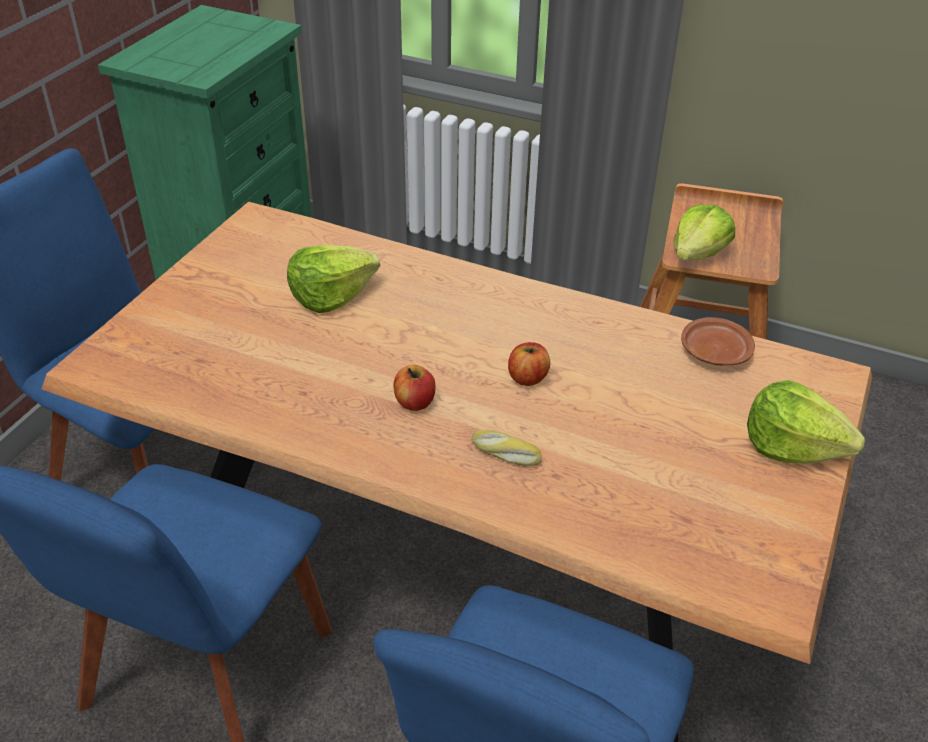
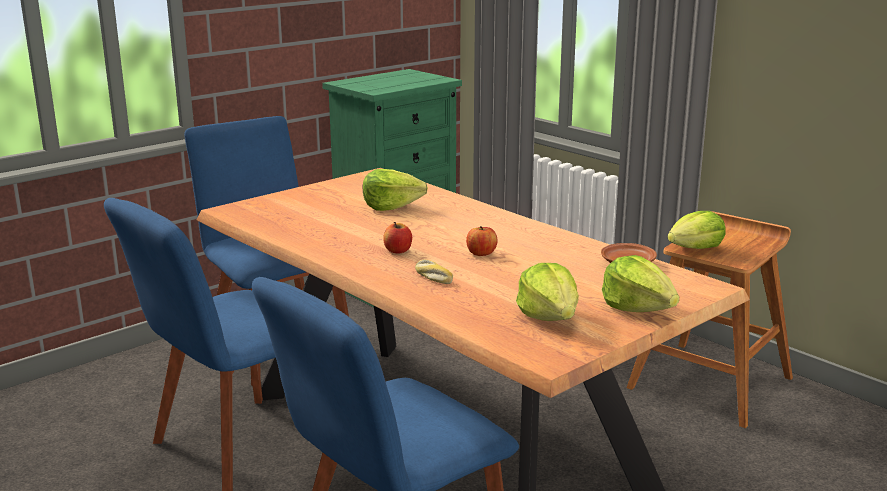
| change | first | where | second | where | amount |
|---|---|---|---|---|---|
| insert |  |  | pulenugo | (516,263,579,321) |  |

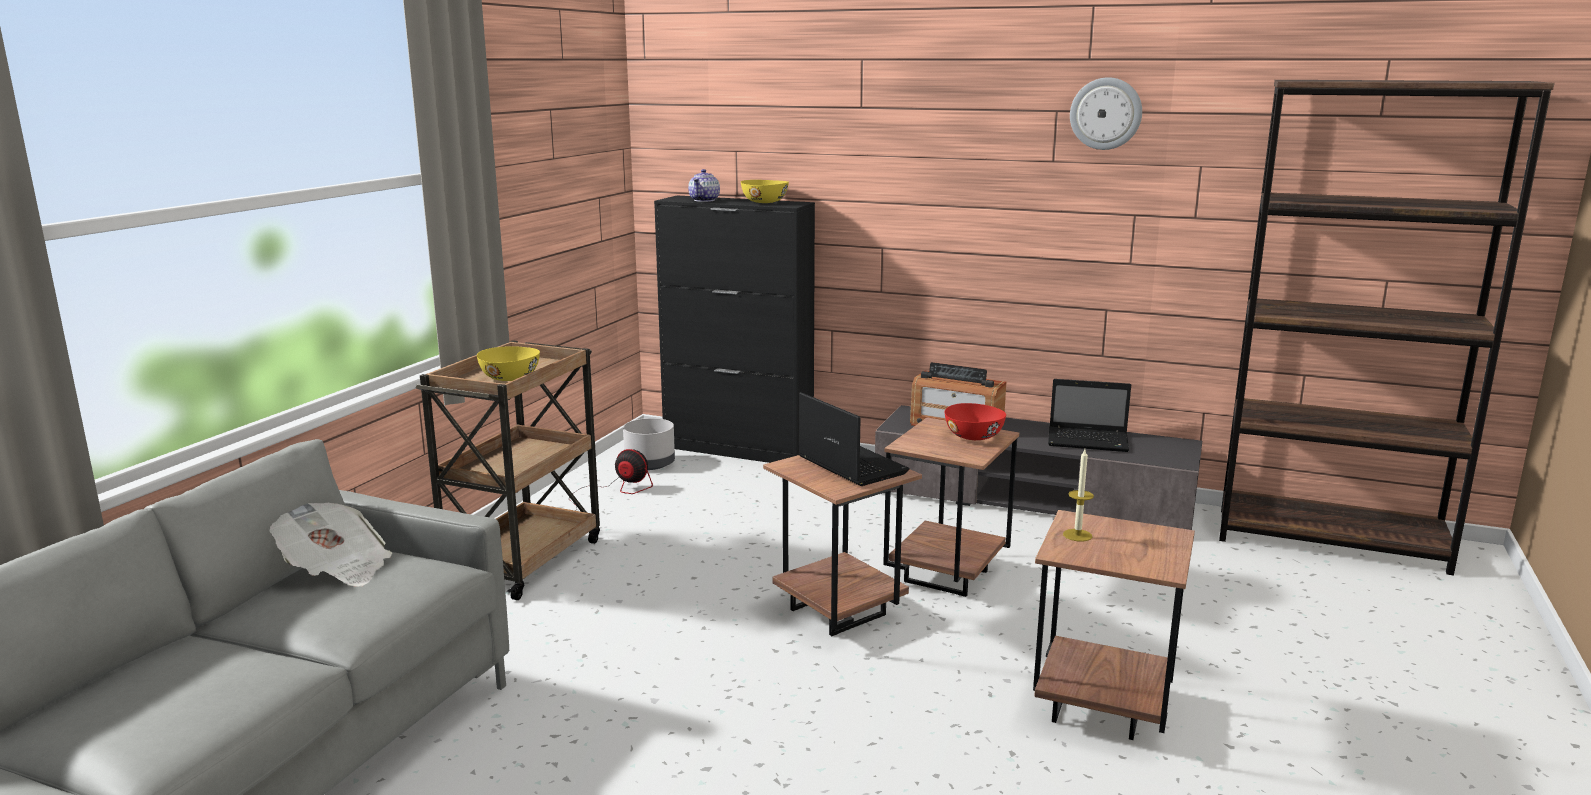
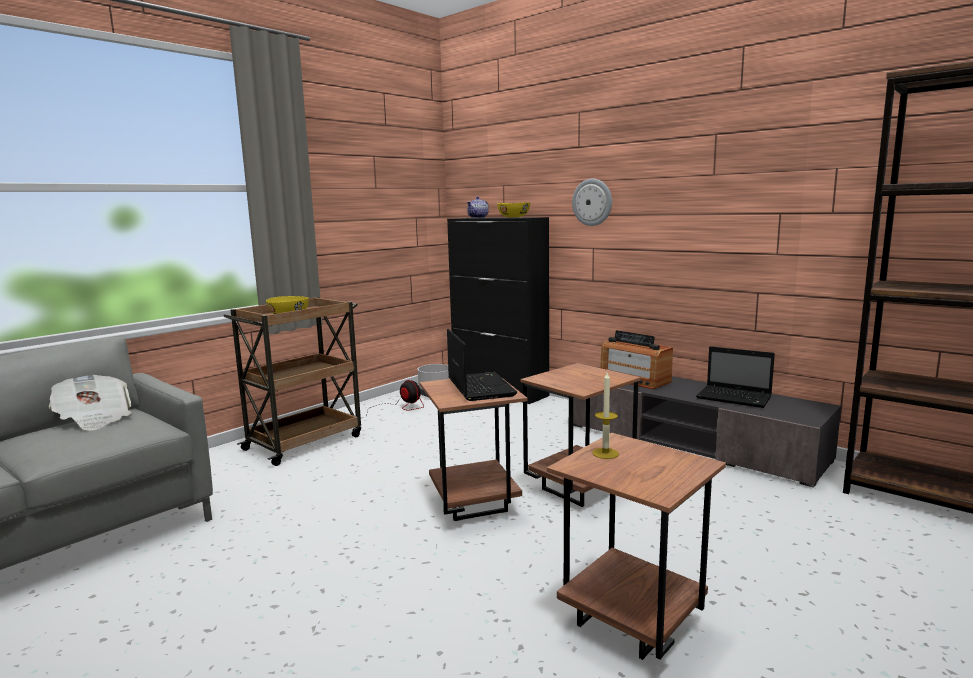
| change | first | where | second | where | amount |
|---|---|---|---|---|---|
| delete | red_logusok | (945,403,1006,440) |  |  |  |
| move | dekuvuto | (1070,77,1142,150) |  | (572,179,612,226) |  |

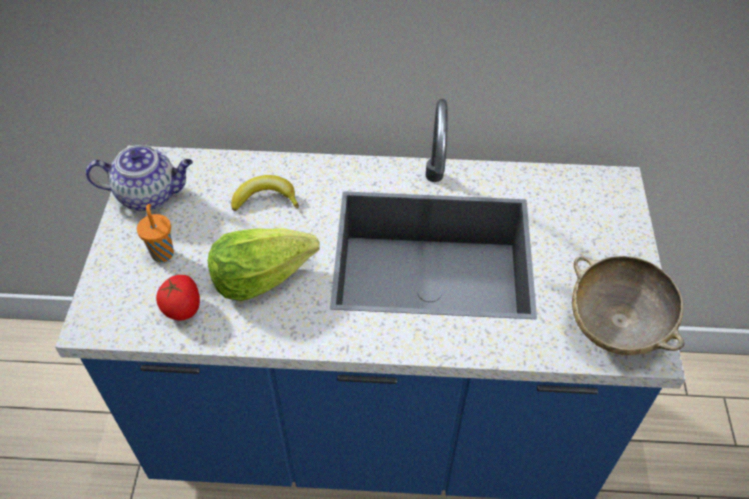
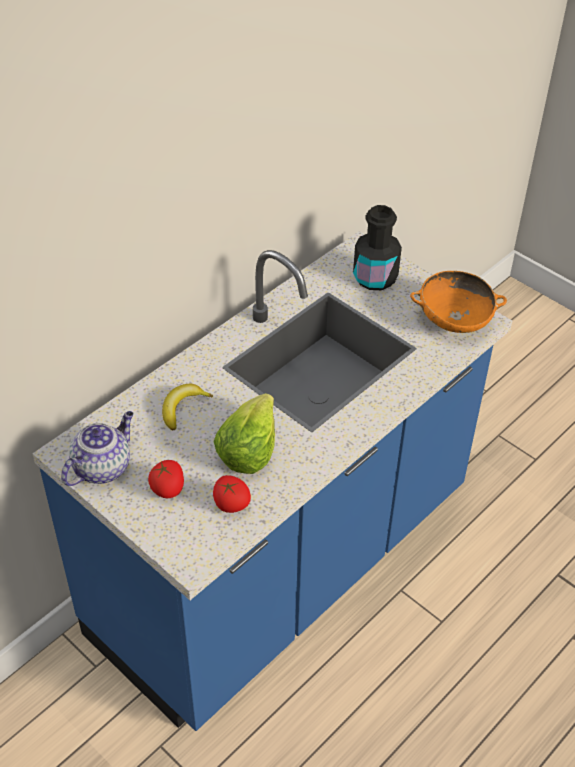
| change | first | where | second | where | amount |
|---|---|---|---|---|---|
| replace | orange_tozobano | (137,204,174,262) | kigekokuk | (148,460,184,498) |  |
| recolor | beige_logusok | (572,256,684,355) | orange_logusok | (410,271,507,333) |  |
| insert |  |  | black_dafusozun | (353,205,402,290) |  |

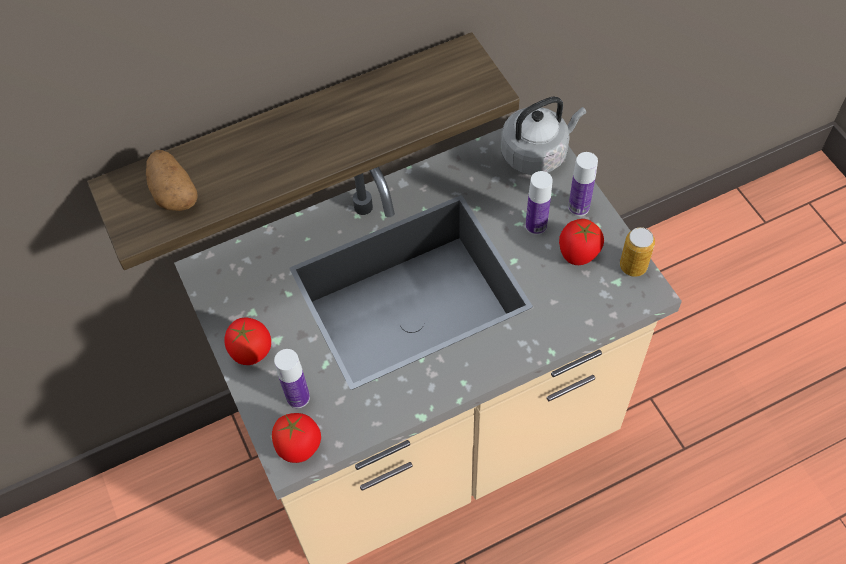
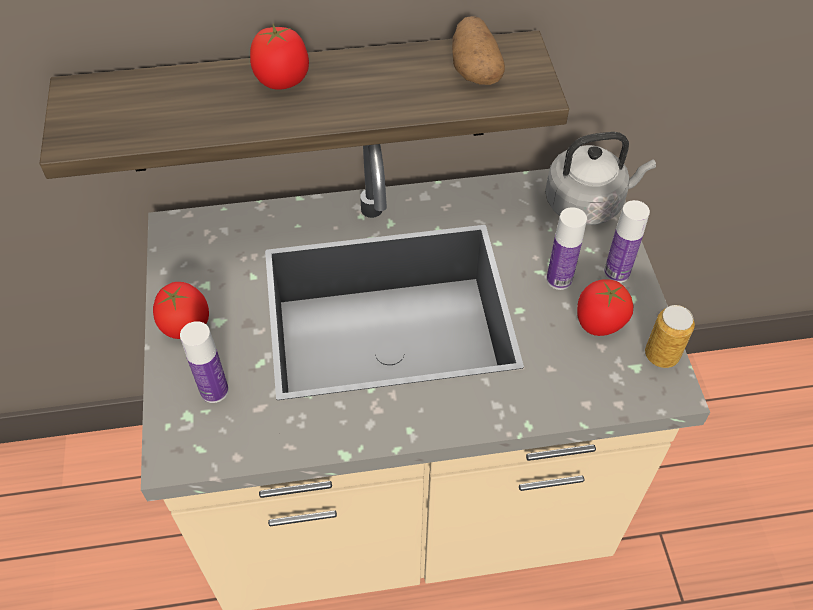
| change | first | where | second | where | amount |
|---|---|---|---|---|---|
| move | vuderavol | (146,150,198,211) |  | (452,16,505,85) |  |
| move | kigekokuk | (272,413,321,463) |  | (250,24,309,90) |  |

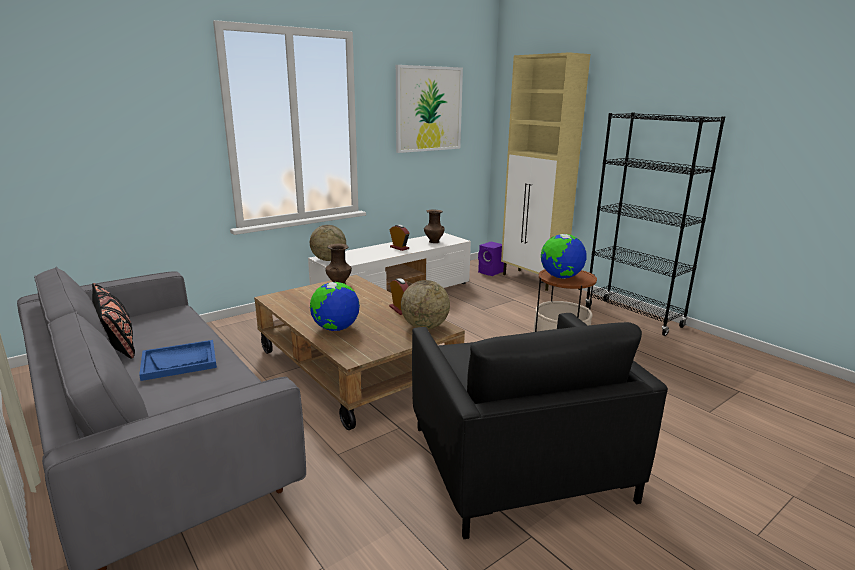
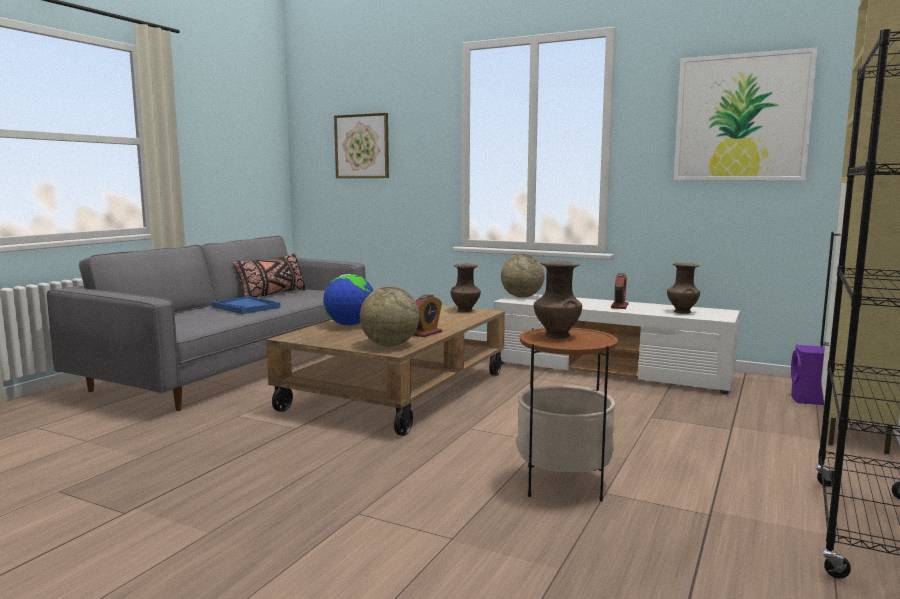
| change | first | where | second | where | amount |
|---|---|---|---|---|---|
| delete | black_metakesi | (412,313,668,539) |  |  |  |
| replace | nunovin | (541,234,587,279) | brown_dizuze | (533,261,582,339) |  |
| insert |  |  | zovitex | (334,113,389,178) |  |

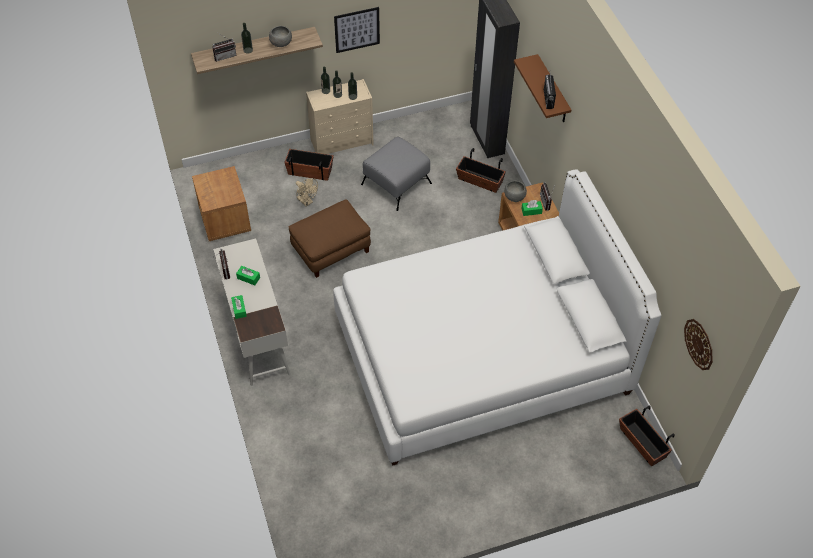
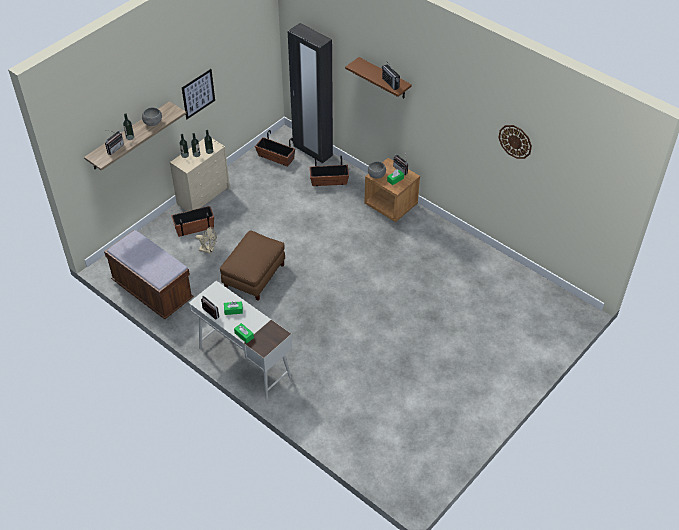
| change | first | where | second | where | amount |
|---|---|---|---|---|---|
| replace | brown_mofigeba | (192,166,251,241) | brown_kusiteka | (104,230,194,319) |  |
| delete | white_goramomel | (333,169,661,466) |  |  |  |
| delete | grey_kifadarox | (361,137,432,211) |  |  |  |
| move | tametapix | (619,405,675,466) |  | (255,130,295,167) |  |
| move | dekuvuto | (684,319,713,370) |  | (499,125,532,159) |  |

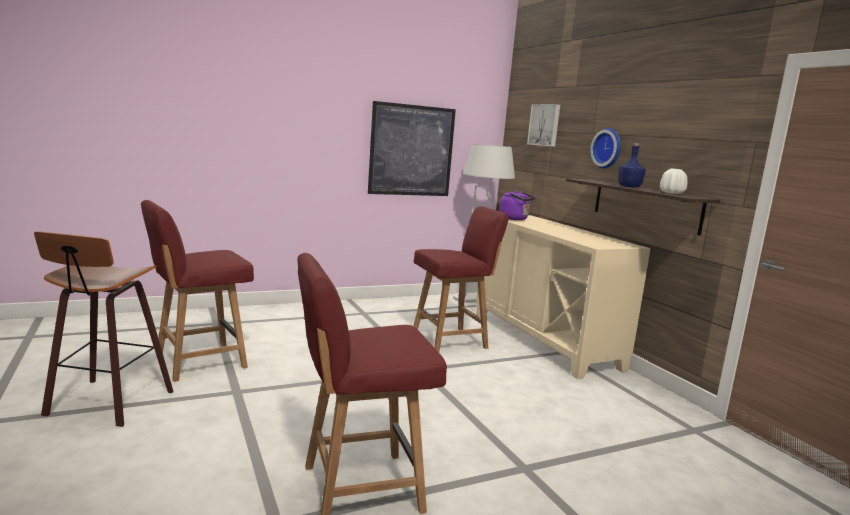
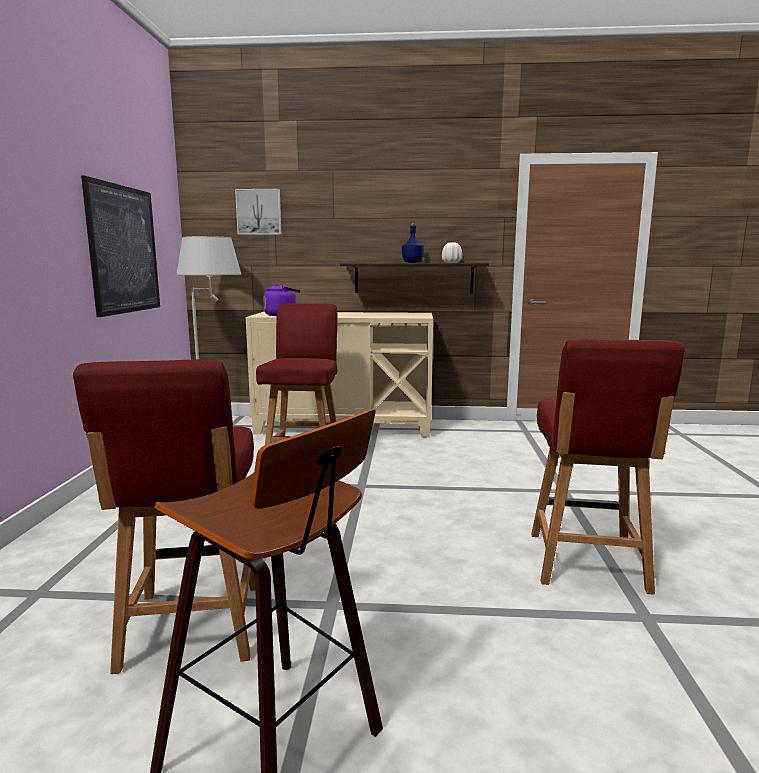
| change | first | where | second | where | amount |
|---|---|---|---|---|---|
| delete | dekuvuto | (590,128,621,168) |  |  |  |

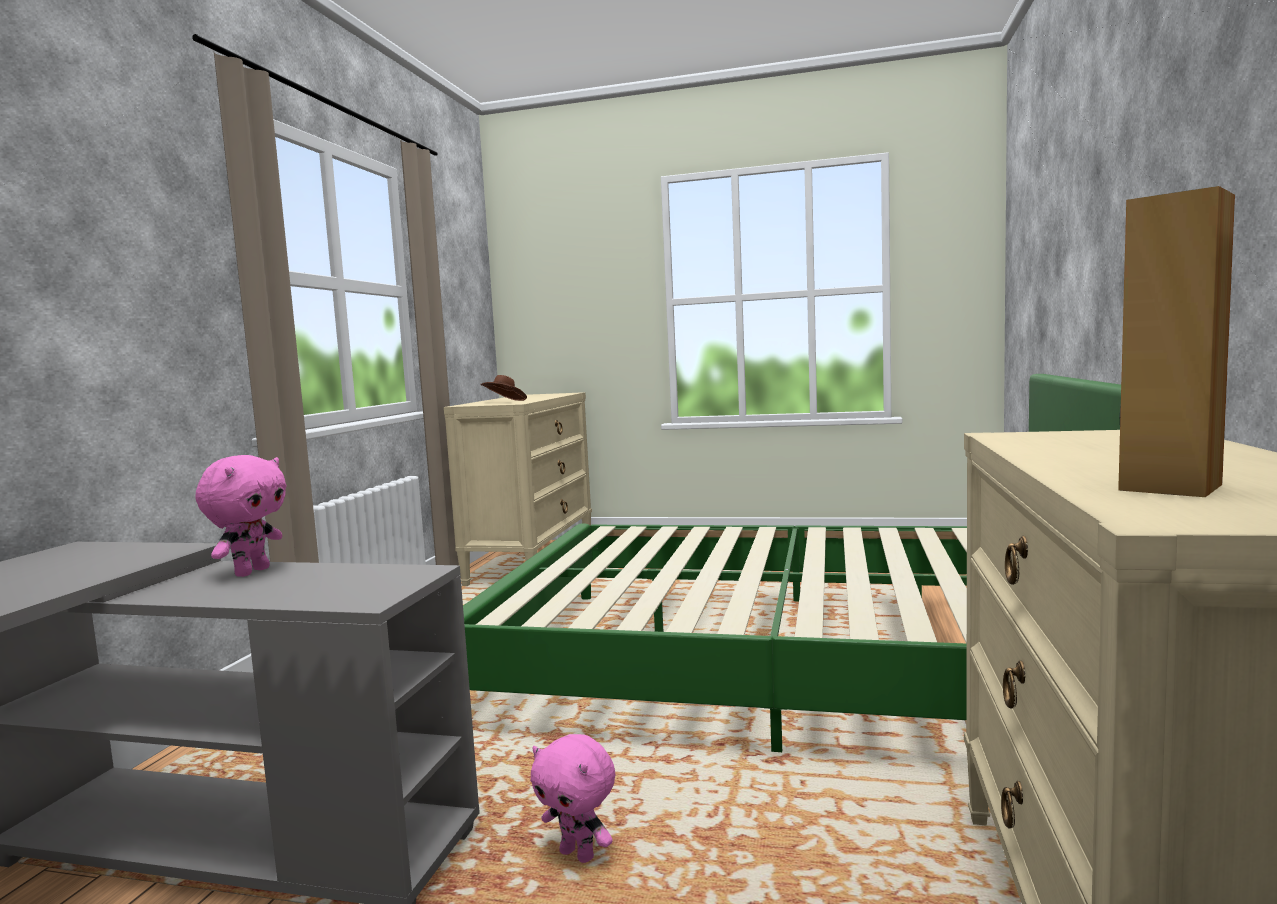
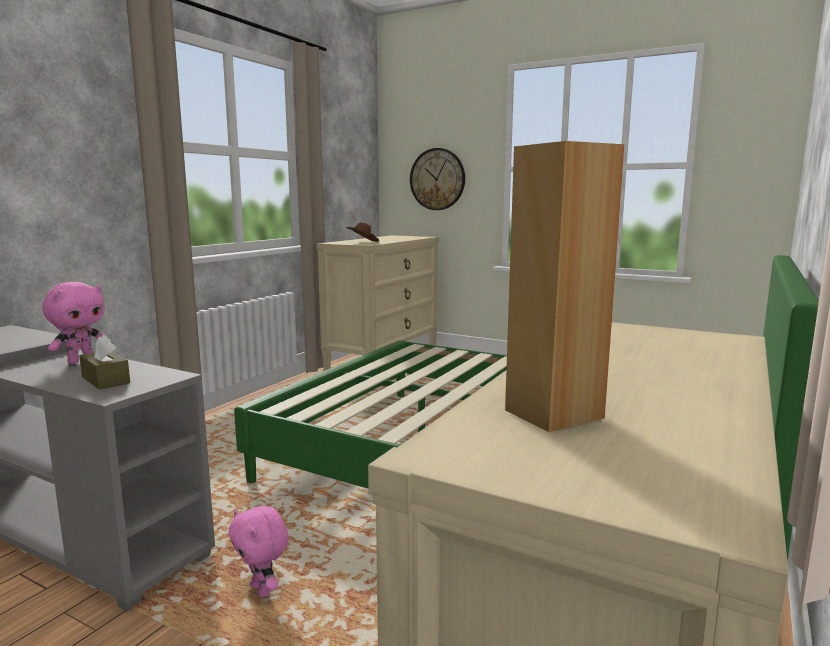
| change | first | where | second | where | amount |
|---|---|---|---|---|---|
| insert |  |  | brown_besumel | (79,335,130,390) |  |
| insert |  |  | dekuvuto | (410,148,465,210) |  |

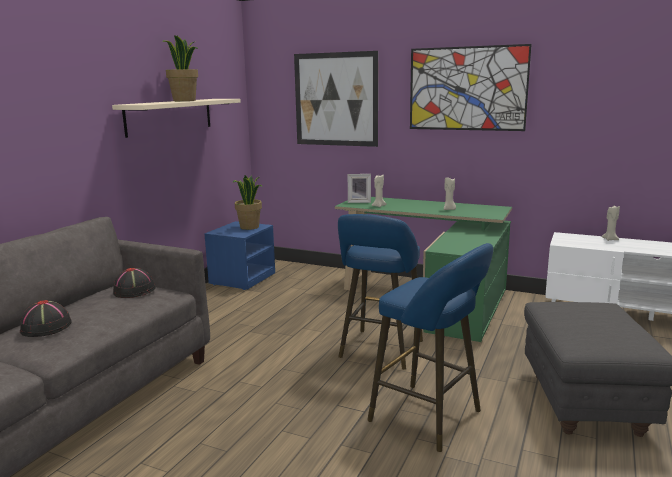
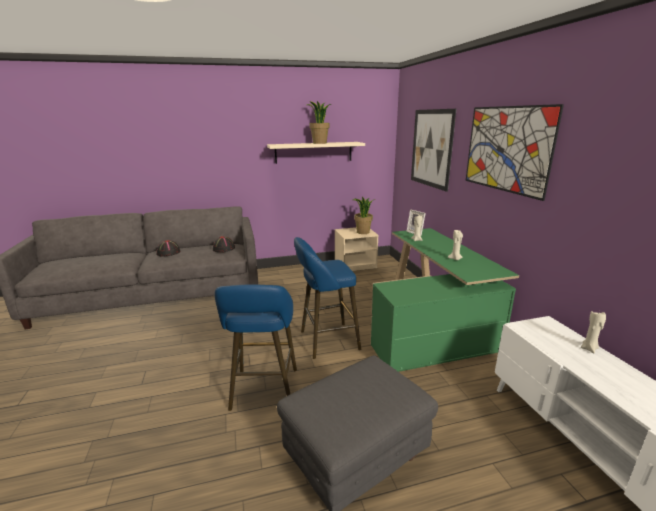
| change | first | where | second | where | amount |
|---|---|---|---|---|---|
| recolor | blue_mofigeba | (204,221,275,290) | beige_mofigeba | (335,227,379,271) |  |

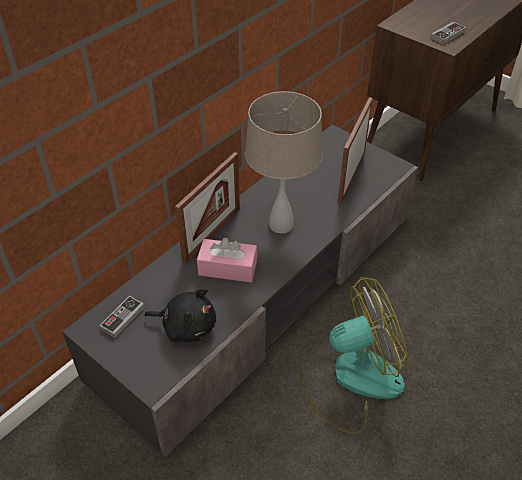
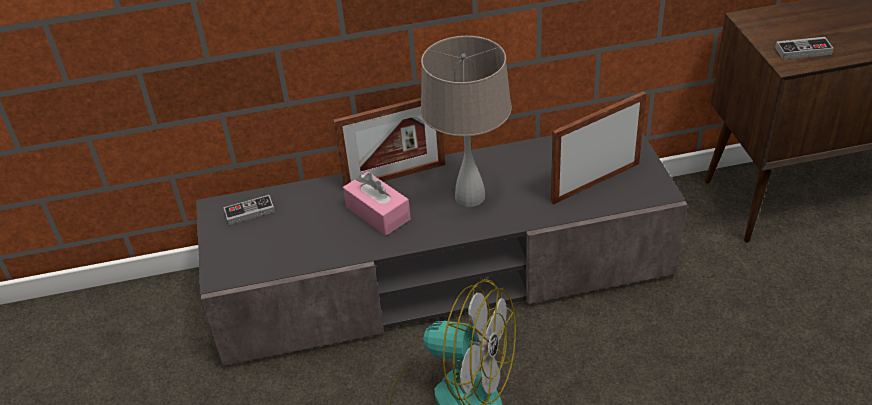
| change | first | where | second | where | amount |
|---|---|---|---|---|---|
| delete | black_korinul | (145,288,216,343) |  |  |  |

